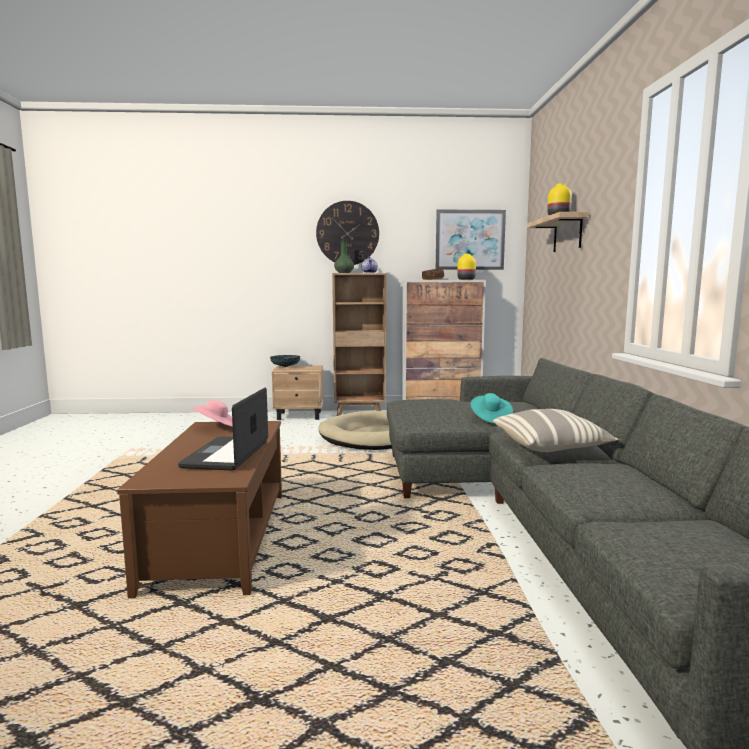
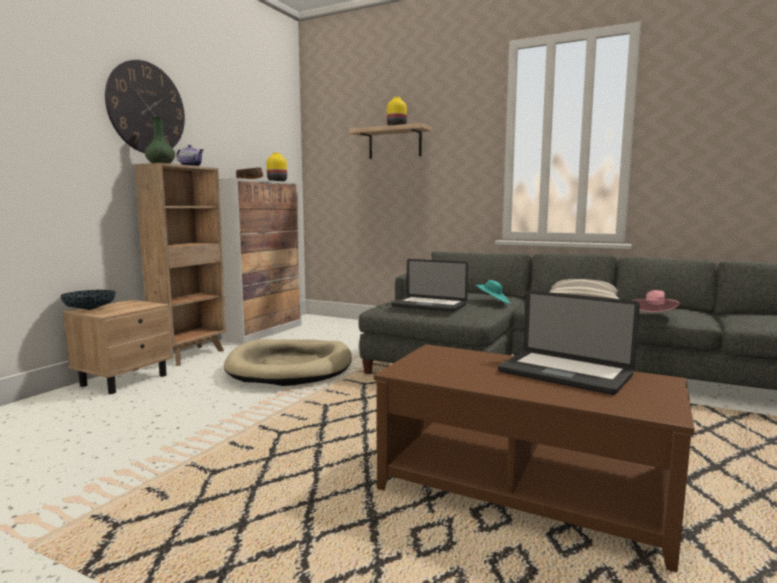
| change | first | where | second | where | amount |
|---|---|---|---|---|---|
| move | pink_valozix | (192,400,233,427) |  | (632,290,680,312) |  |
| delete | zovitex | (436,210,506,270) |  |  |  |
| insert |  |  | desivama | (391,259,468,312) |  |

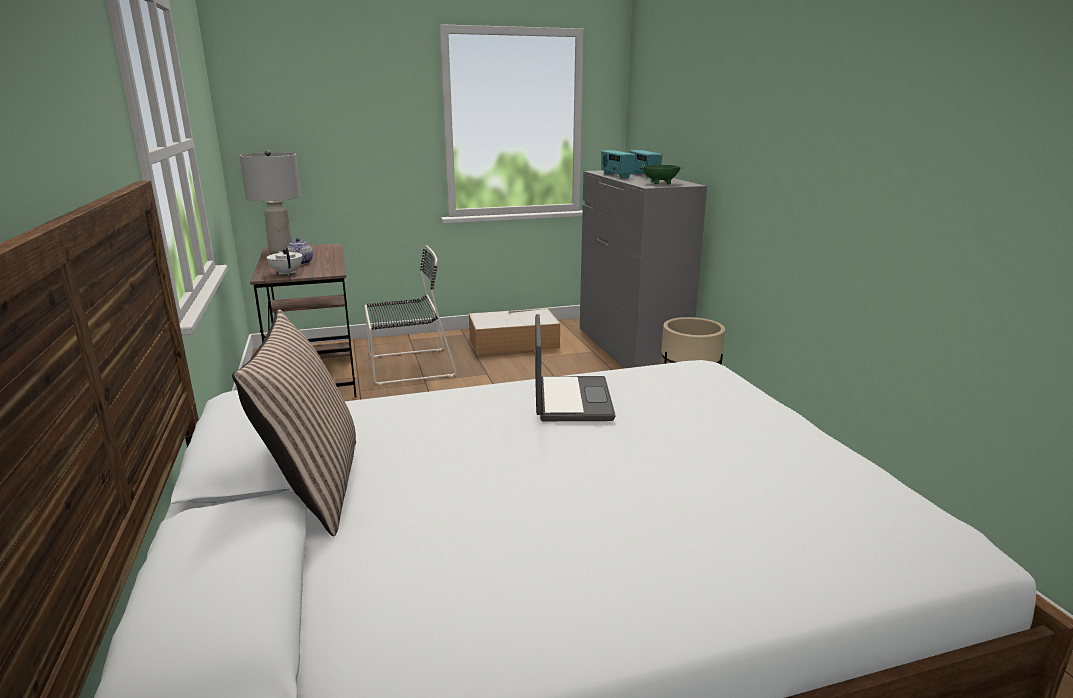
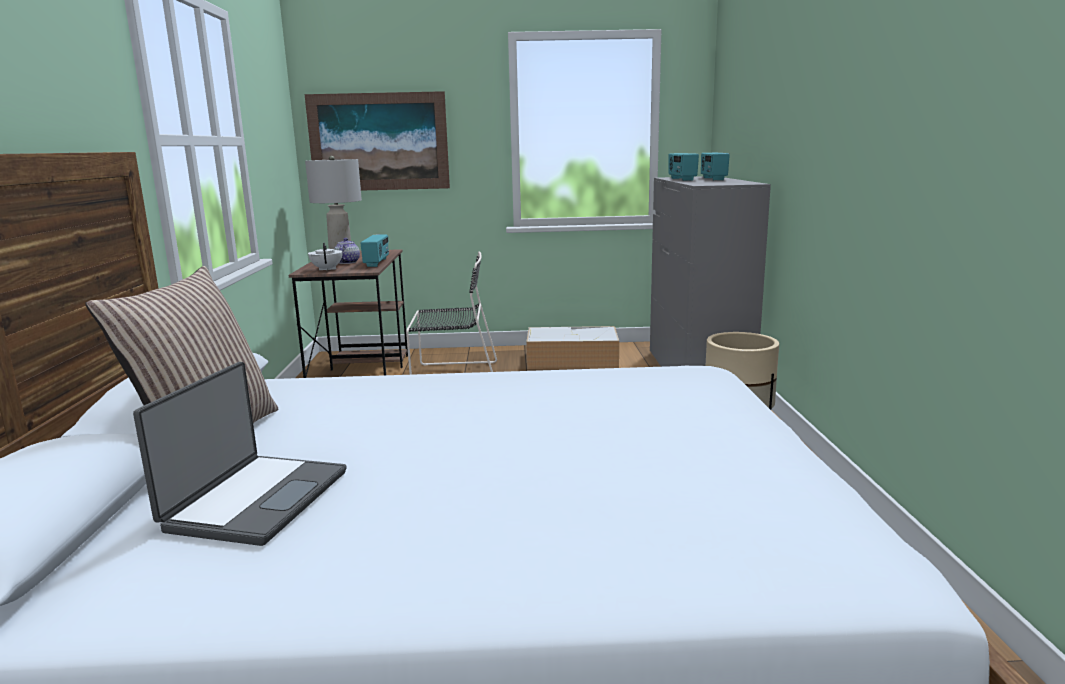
| change | first | where | second | where | amount |
|---|---|---|---|---|---|
| move | desivama | (535,314,616,421) |  | (133,362,347,546) |  |
| delete | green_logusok | (642,165,681,184) |  |  |  |
| insert |  |  | zovitex | (305,91,450,191) |  |
| insert |  |  | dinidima | (361,234,389,267) |  |

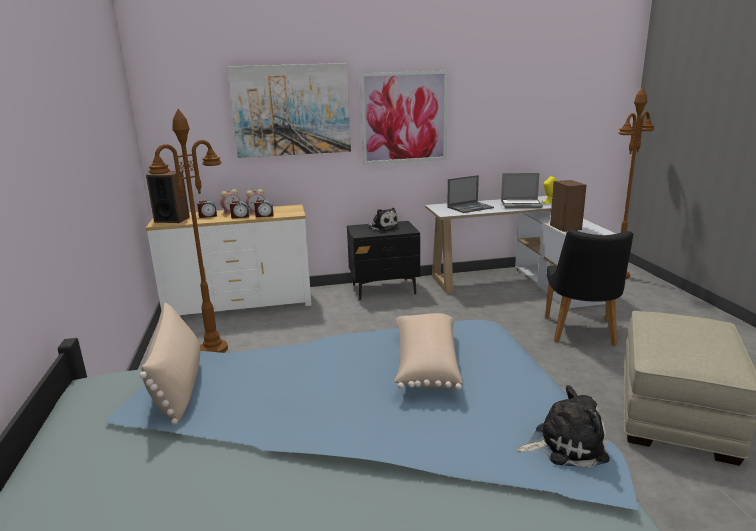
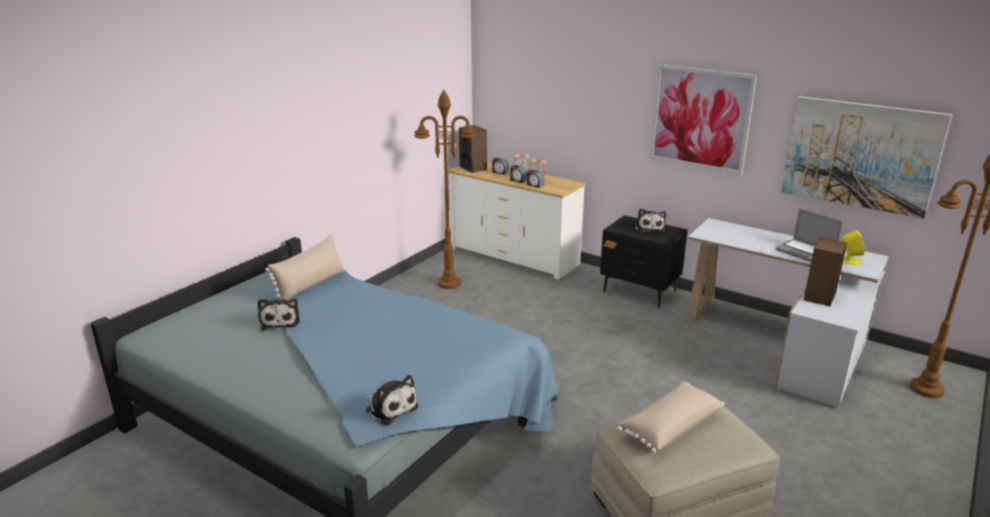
| change | first | where | second | where | amount |
|---|---|---|---|---|---|
| move | zovitex | (227,63,351,158) |  | (781,96,952,219) |  |
| move | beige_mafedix | (394,313,463,390) |  | (617,382,725,453) |  |
| delete | desivama | (447,175,494,213) |  |  |  |
| delete | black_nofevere | (545,230,633,346) |  |  |  |
| insert |  |  | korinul | (258,298,300,331) |  |

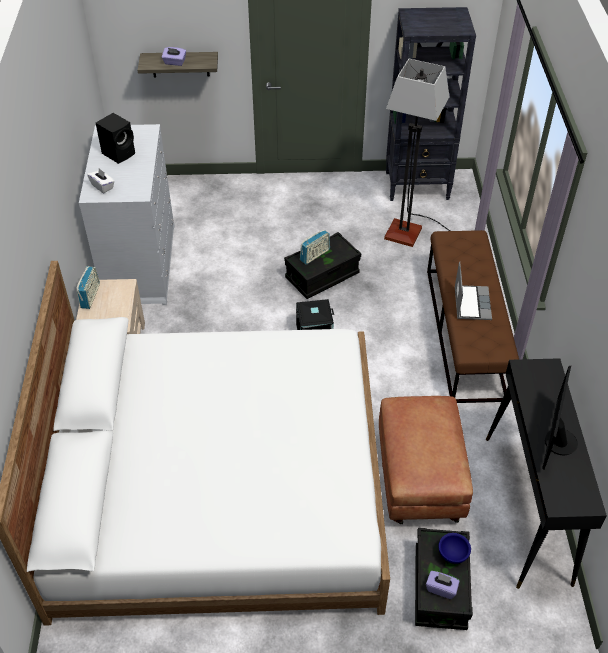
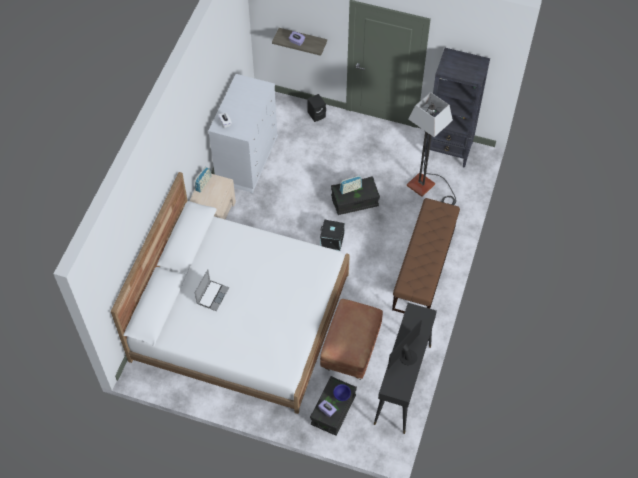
| change | first | where | second | where | amount |
|---|---|---|---|---|---|
| move | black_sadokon | (96,113,135,164) |  | (307,94,326,122) |  |
| move | desivama | (455,262,492,320) |  | (195,269,229,311) |  |

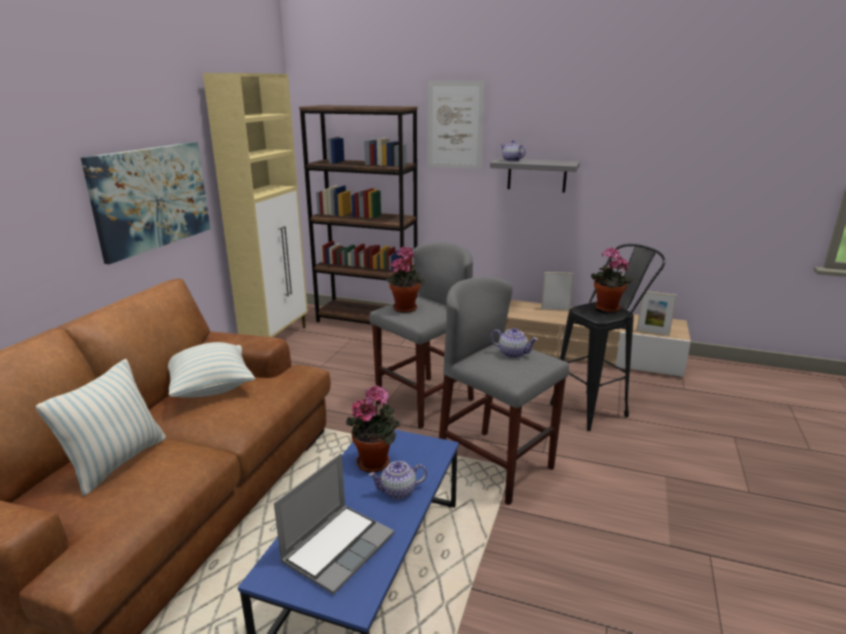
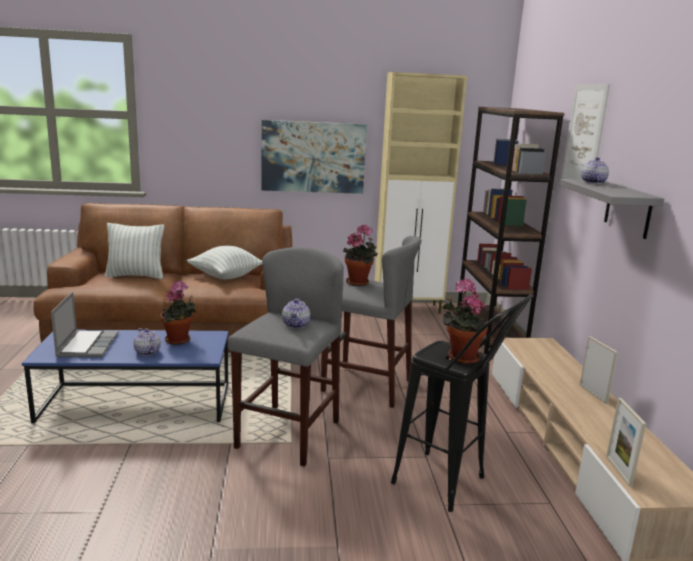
| change | first | where | second | where | amount |
|---|---|---|---|---|---|
| rotate | desivama | (274,453,394,595) |  | (51,292,119,357) | 105 degrees counterclockwise |

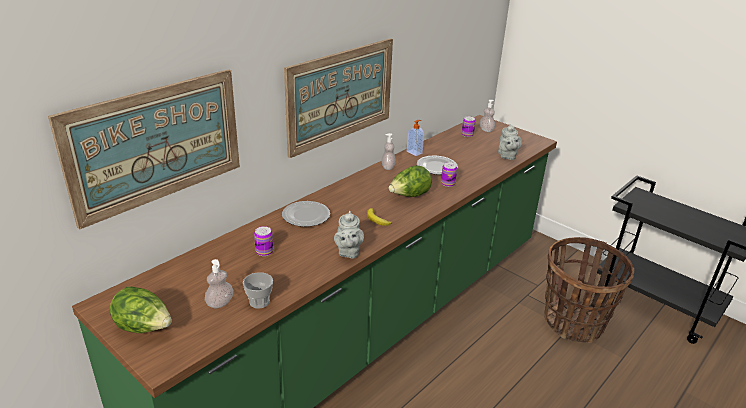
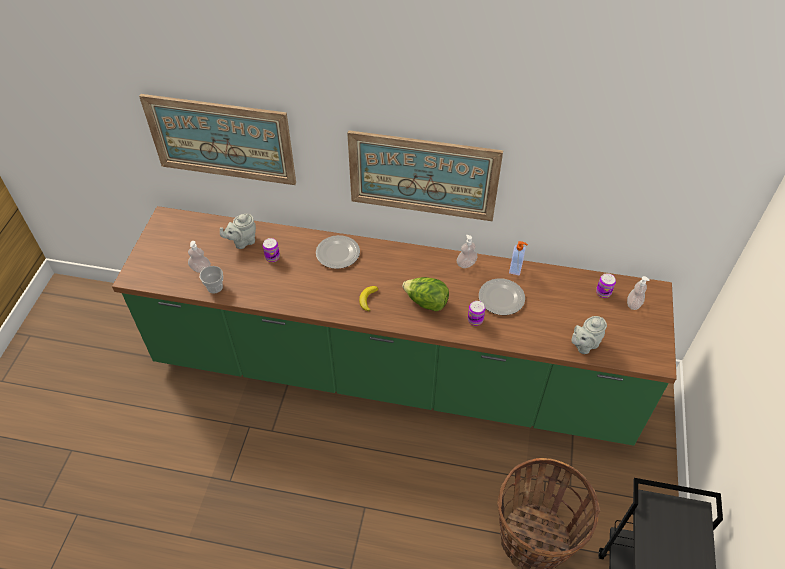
| change | first | where | second | where | amount |
|---|---|---|---|---|---|
| delete | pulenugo | (110,286,172,333) |  |  |  |
| move | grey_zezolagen | (334,211,364,258) |  | (220,214,256,249) |  |

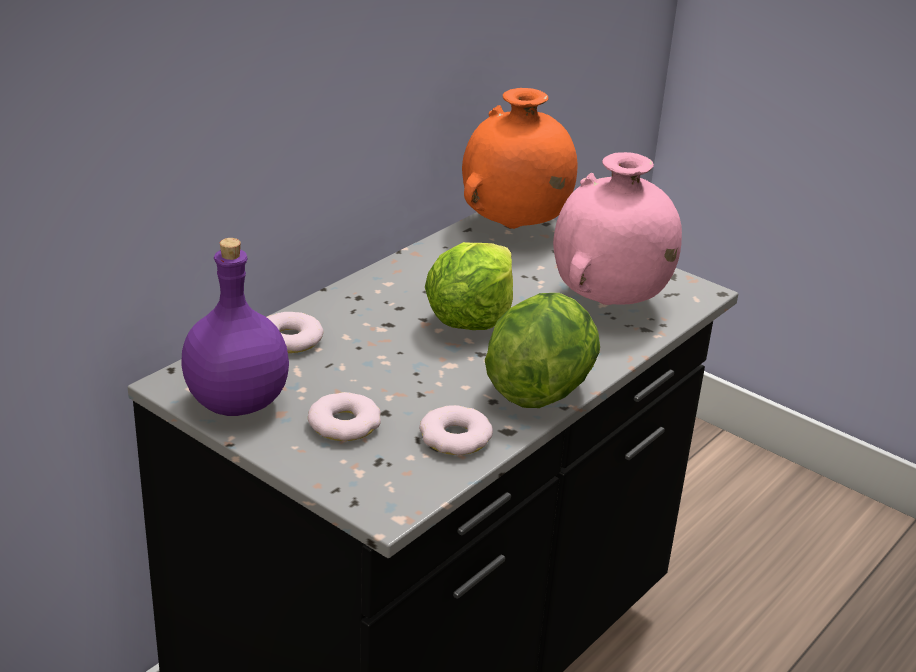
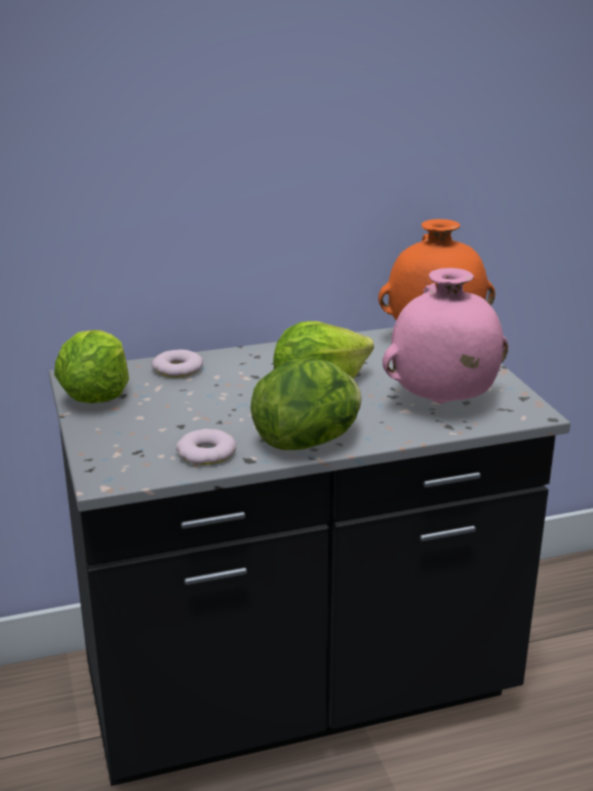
| change | first | where | second | where | amount |
|---|---|---|---|---|---|
| replace | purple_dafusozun | (182,238,289,416) | pulenugo | (54,330,129,403) |  |
| delete | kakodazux | (308,392,381,441) |  |  |  |

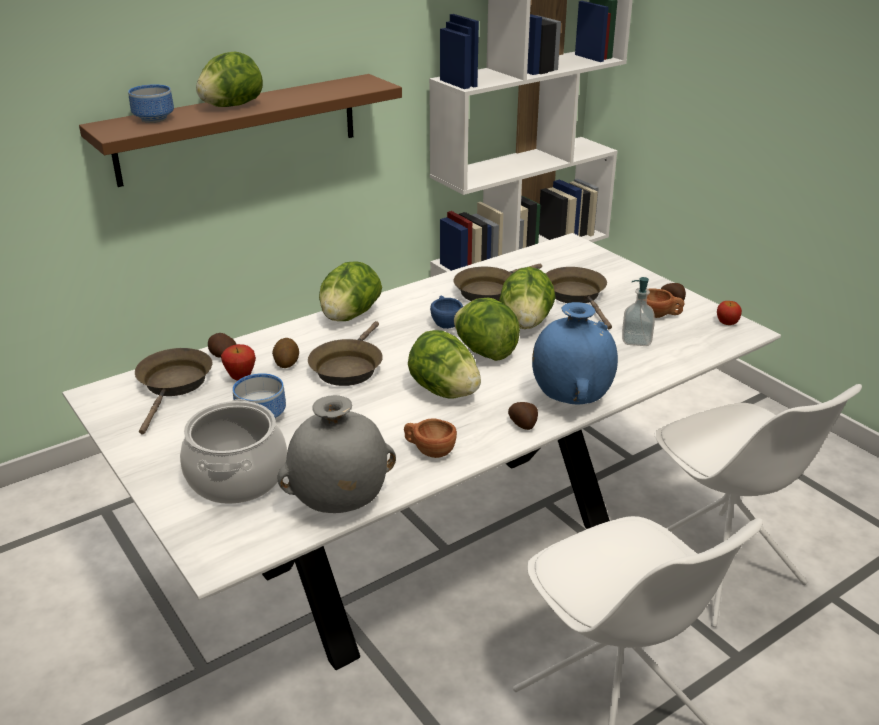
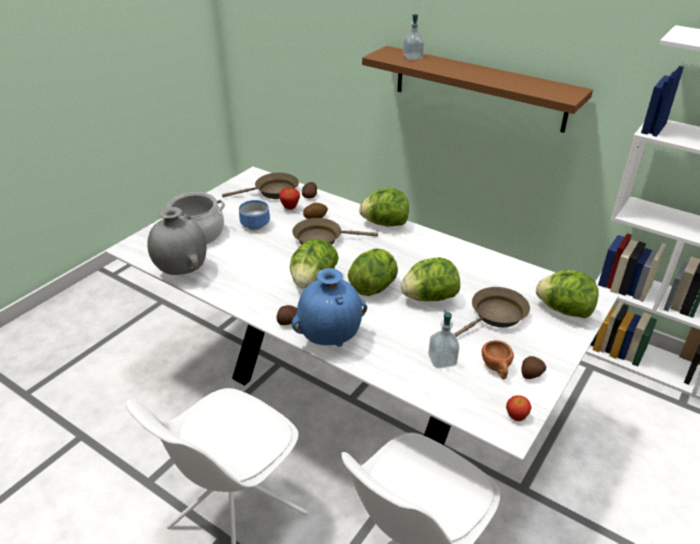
| change | first | where | second | where | amount |
|---|---|---|---|---|---|
| replace | logusok | (128,84,174,123) | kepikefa | (403,14,424,60) |  |
| move | pulenugo | (196,51,263,107) |  | (536,270,598,318) |  |
| delete | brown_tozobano | (404,418,457,458) |  |  |  |
| delete | blue_tozobano | (430,296,463,329) |  |  |  |
| delete | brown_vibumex | (453,264,542,302) |  |  |  |

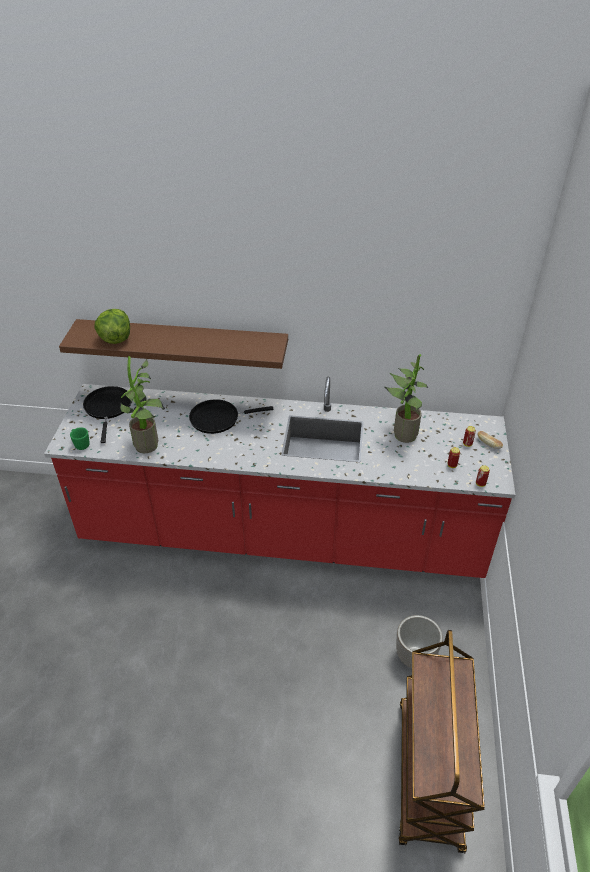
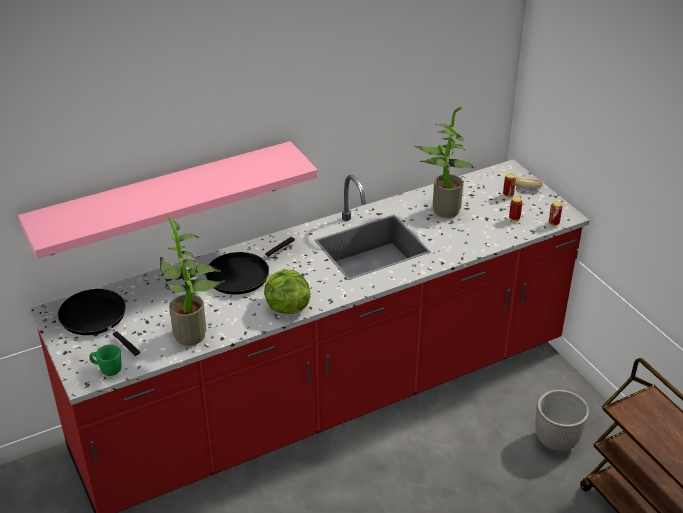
| change | first | where | second | where | amount |
|---|---|---|---|---|---|
| recolor | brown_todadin | (59,319,288,369) | pink_todadin | (18,141,318,259) |  |
| move | pulenugo | (94,309,130,344) |  | (264,270,310,314) |  |

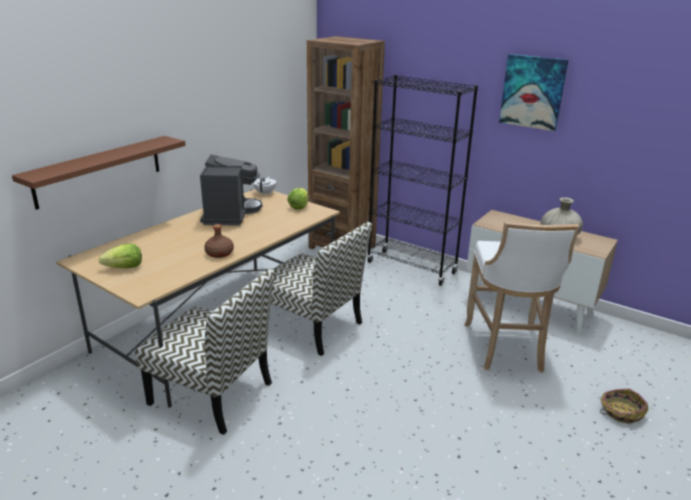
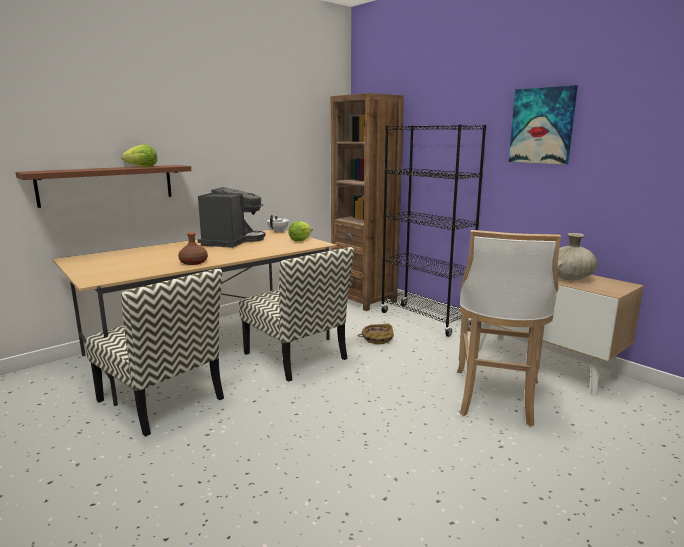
| change | first | where | second | where | amount |
|---|---|---|---|---|---|
| move | pulenugo | (99,244,142,268) |  | (121,145,157,167) |  |
| move | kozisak | (600,389,649,424) |  | (359,323,394,344) |  |

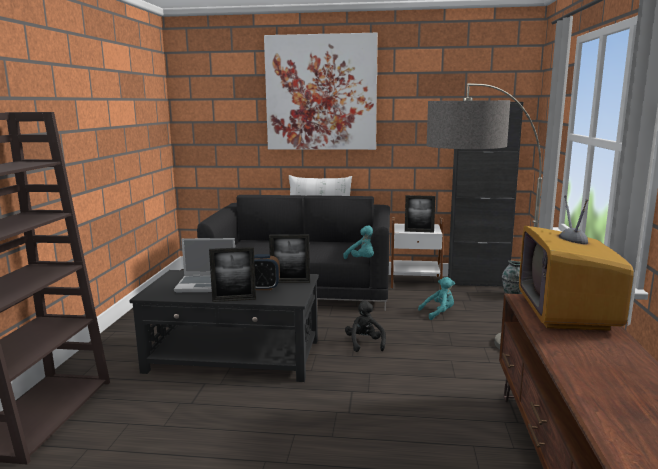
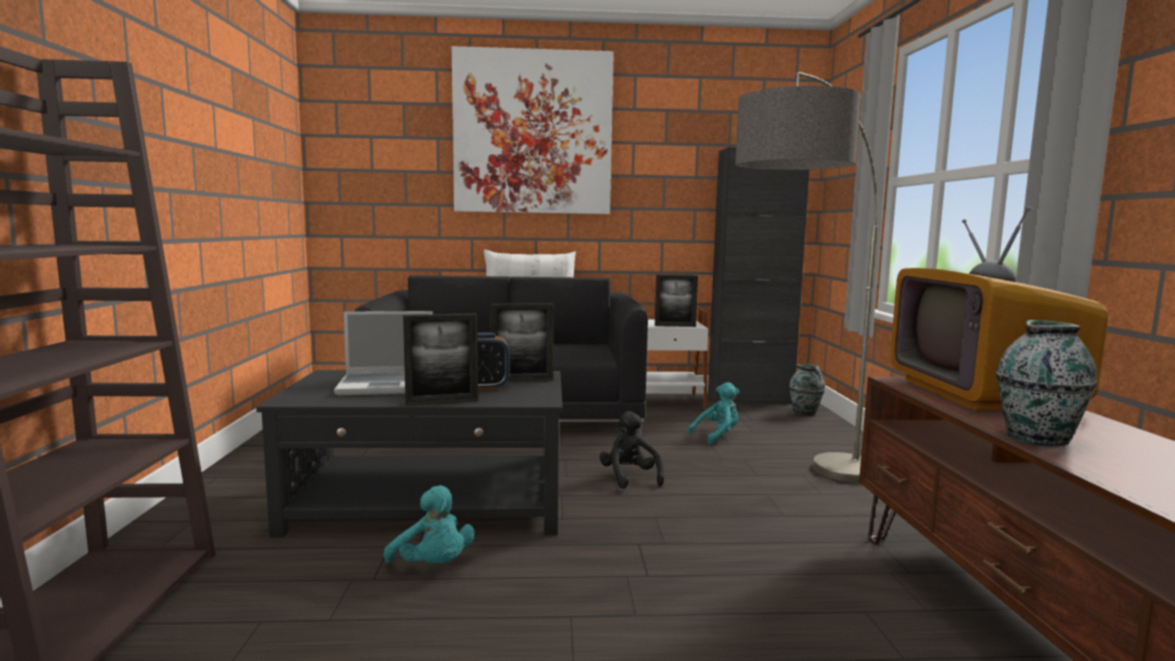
| change | first | where | second | where | amount |
|---|---|---|---|---|---|
| move | turquoise_korinul | (343,225,374,259) |  | (384,485,475,563) |  |
| insert |  |  | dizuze | (996,320,1097,446) |  |

